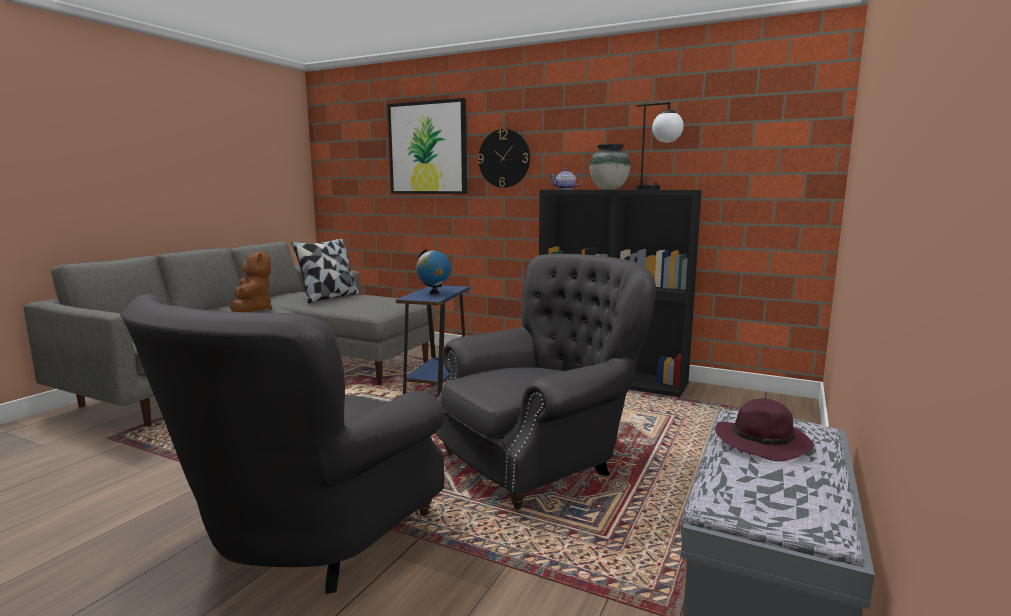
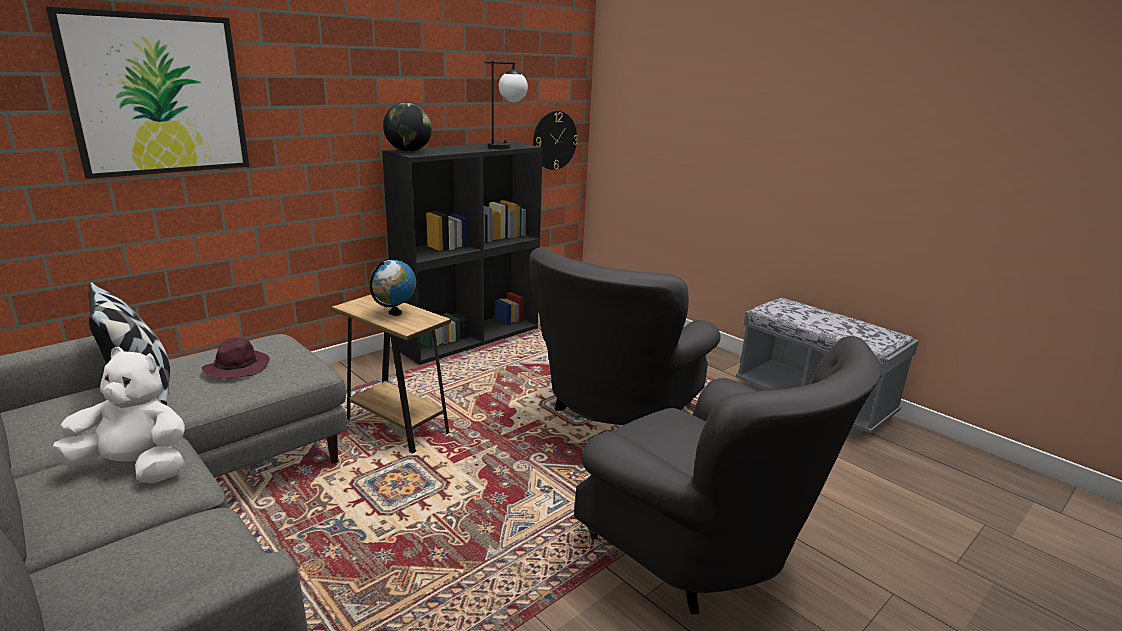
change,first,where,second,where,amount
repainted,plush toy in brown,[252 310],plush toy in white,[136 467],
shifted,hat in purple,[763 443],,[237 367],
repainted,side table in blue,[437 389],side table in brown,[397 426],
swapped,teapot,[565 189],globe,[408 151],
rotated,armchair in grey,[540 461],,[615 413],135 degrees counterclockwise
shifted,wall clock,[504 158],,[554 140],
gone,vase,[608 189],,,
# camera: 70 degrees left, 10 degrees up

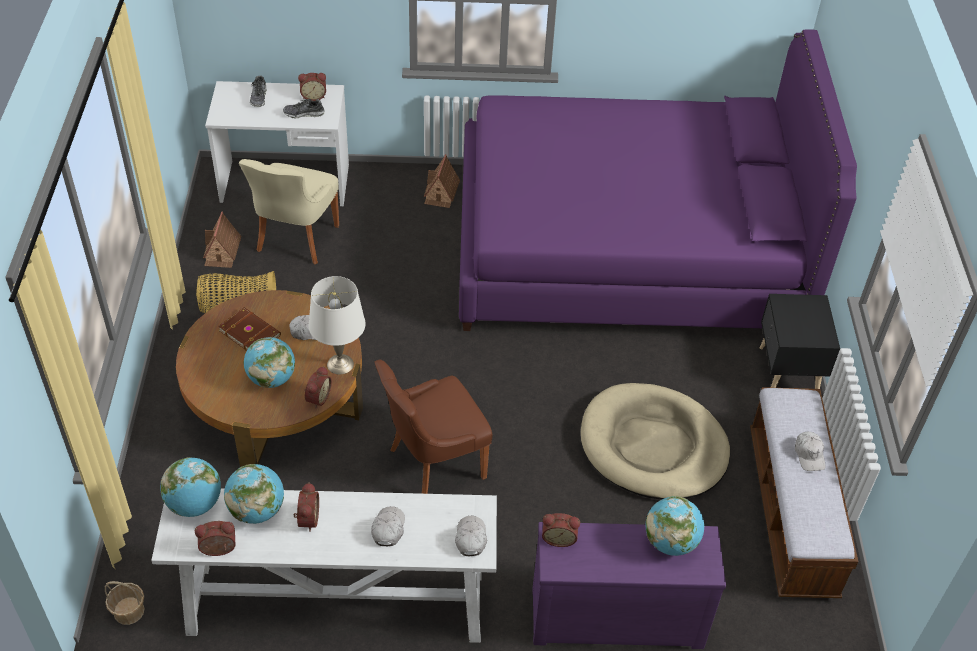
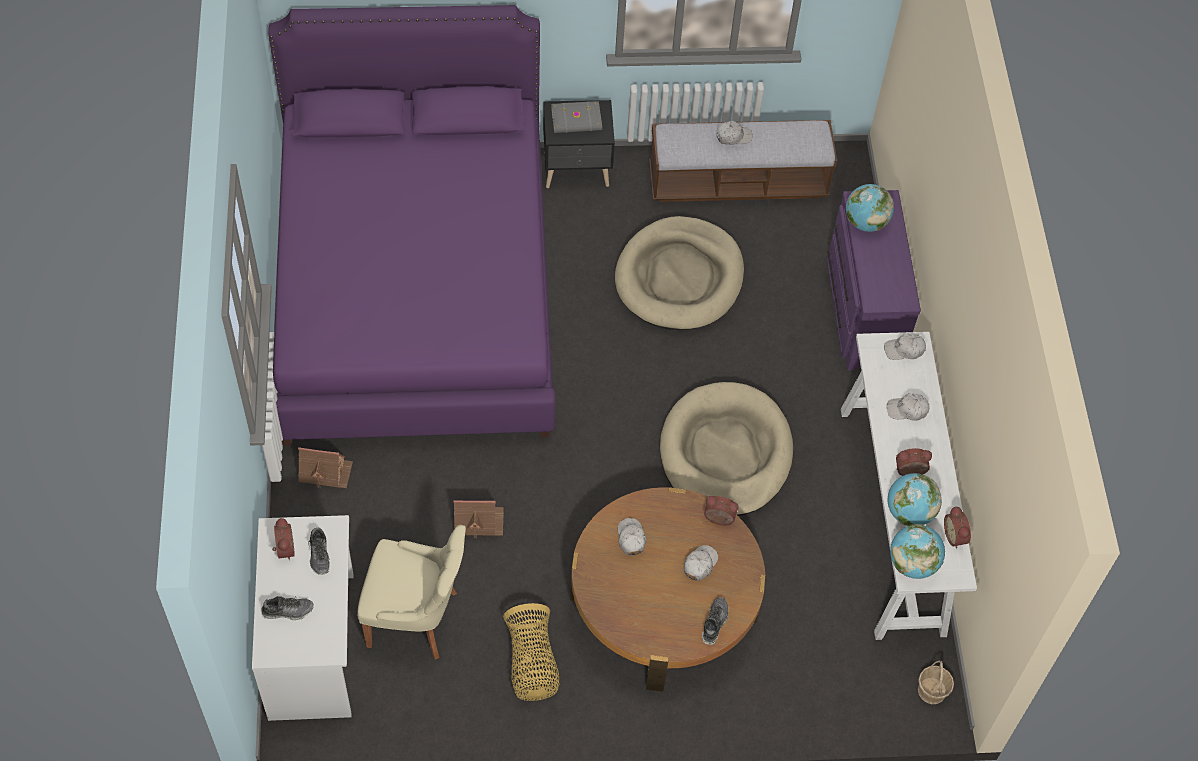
change,first,where,second,where,amount
shifted,toy house,[222 252],,[478 521],
new,,,book in grey,[577 120],
swapped,chair in brown,[433 464],dog bed in beige,[725 453],
swapped,globe,[271 379],cap in white,[699 564],
new,,,shoe,[714 622],
gone,book in brown,[250 332],,,
gone,table lamp in white,[339 364],,,
gone,alarm clock,[559 537],,,
# camera: 95 degrees left, 10 degrees up

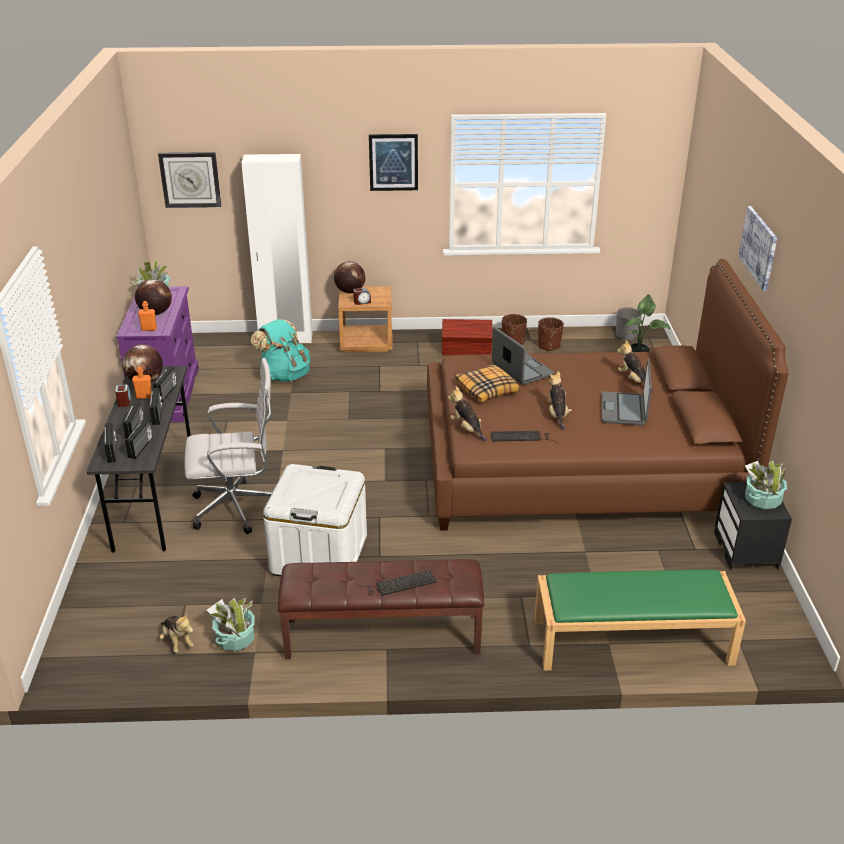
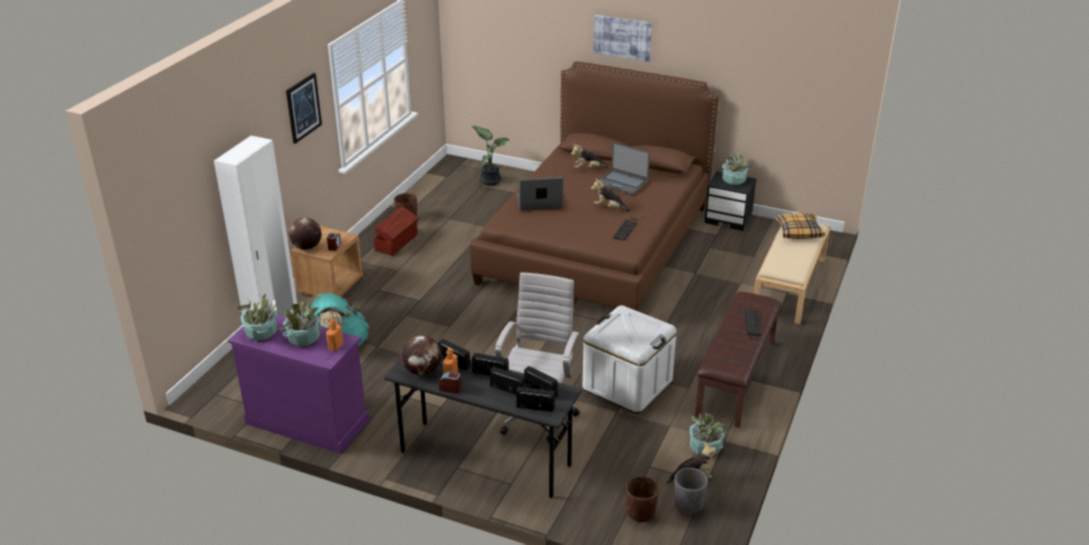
change,first,where,second,where,amount
swapped,globe,[155 313],potted plant,[304 338],
shifted,planter in brown,[549 346],,[640 512],
shifted,planter in grey,[626 335],,[688 503],
repainted,bench in green,[631 642],bench in beige,[789 285],
shifted,pillow,[487 389],,[798 231],
gone,wall clock,[190 179],,,
gone,plush toy,[467 429],,,
# camera: 65 degrees left, 0 degrees up

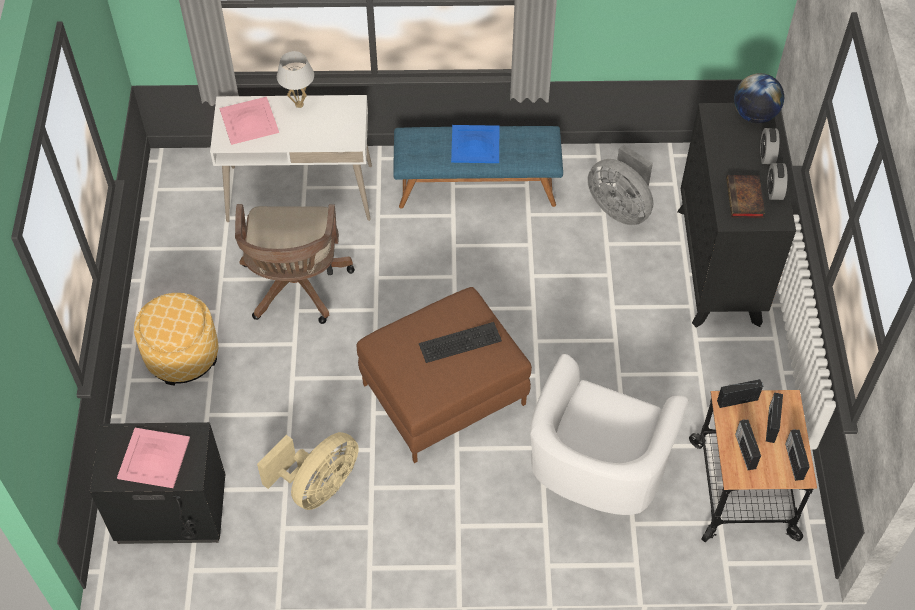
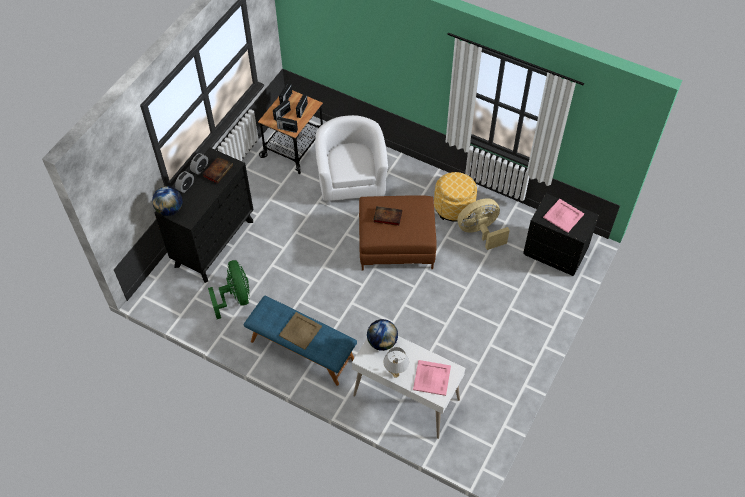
change,first,where,second,where,amount
repainted,fan in grey,[620 208],fan in green,[235 298],
repainted,tray in blue,[475 144],tray in beige,[300 331],
rotated,armchair in white,[595 473],,[351 181],60 degrees counterclockwise
new,,,globe,[382 342],
swapped,keyboard,[460 341],book,[387 217],
shifted,ottoman,[182 355],,[454 207],
gone,office chair in brown,[295 288],,,
# camera: 150 degrees left, 0 degrees up

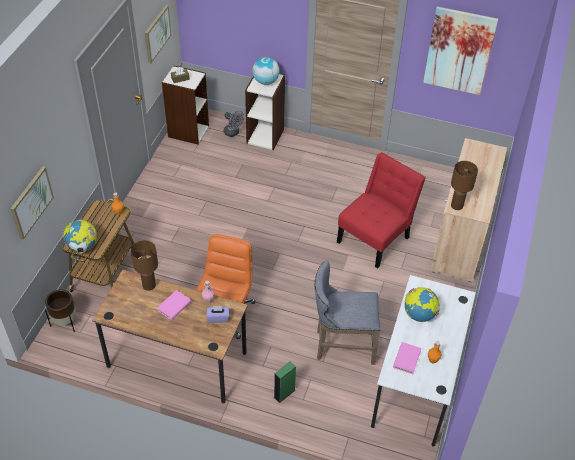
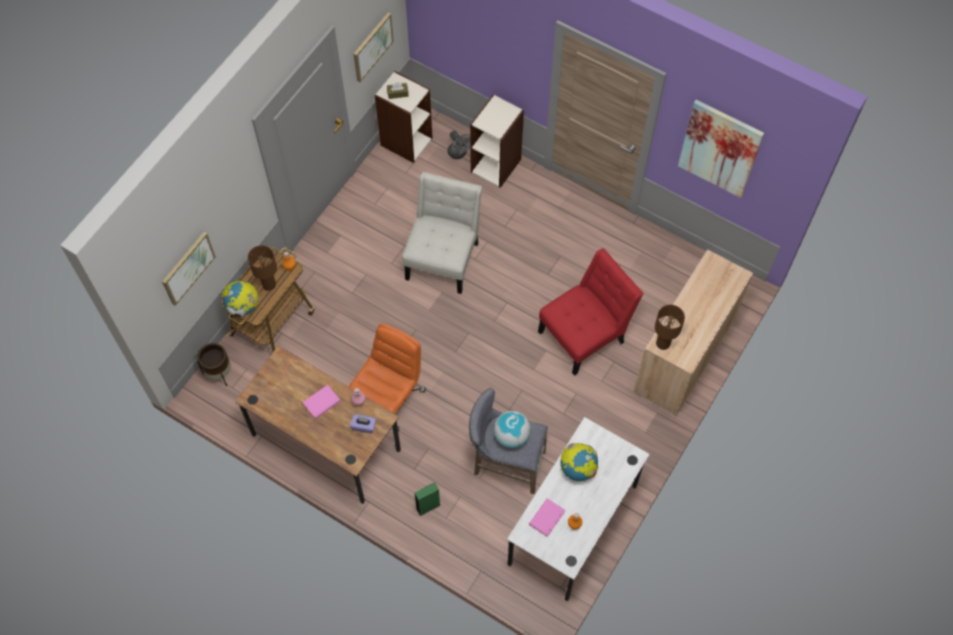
change,first,where,second,where,amount
shifted,table lamp in brown,[149 285],,[269 285],
new,,,chair in white,[443 257],
shifted,globe,[265 81],,[511 436],
# camera: 15 degrees right, 15 degrees up

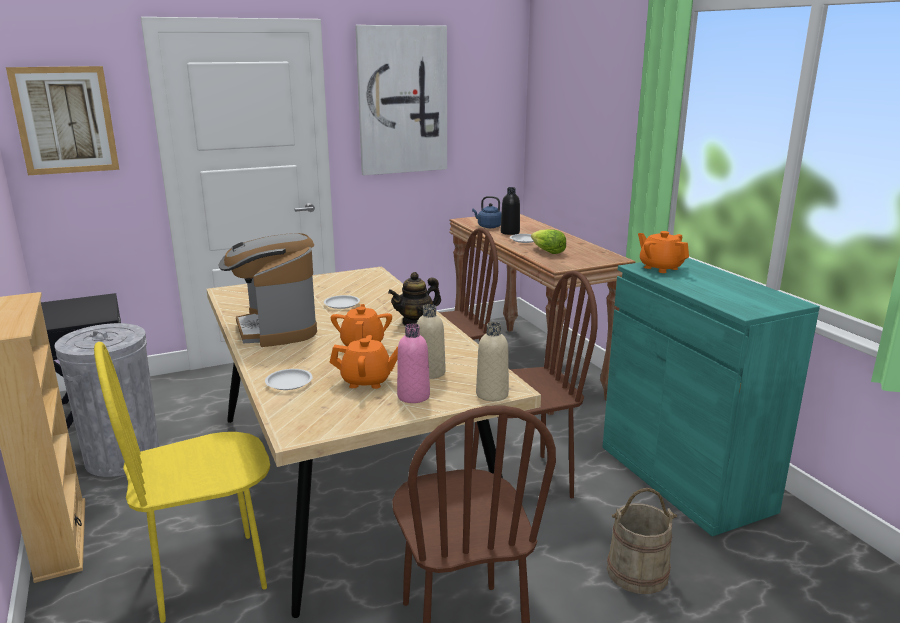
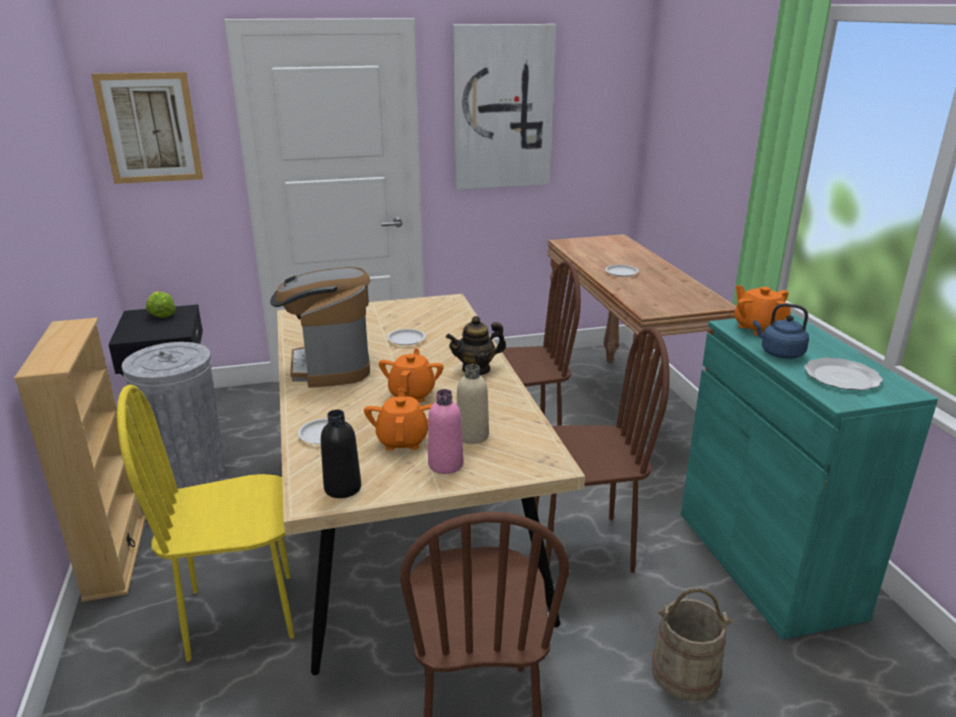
change,first,where,second,where,amount
shifted,lettuce,[547 252],,[161 314],
shifted,bottle in black,[510 232],,[342 488],
rotated,teapot in orange,[367 381],,[402 440],105 degrees counterclockwise
shifted,kettle in blue,[488 226],,[779 353],
new,,,plate,[841 377],
gone,bottle in beige,[492 394],,,
# camera: 10 degrees right, 5 degrees up

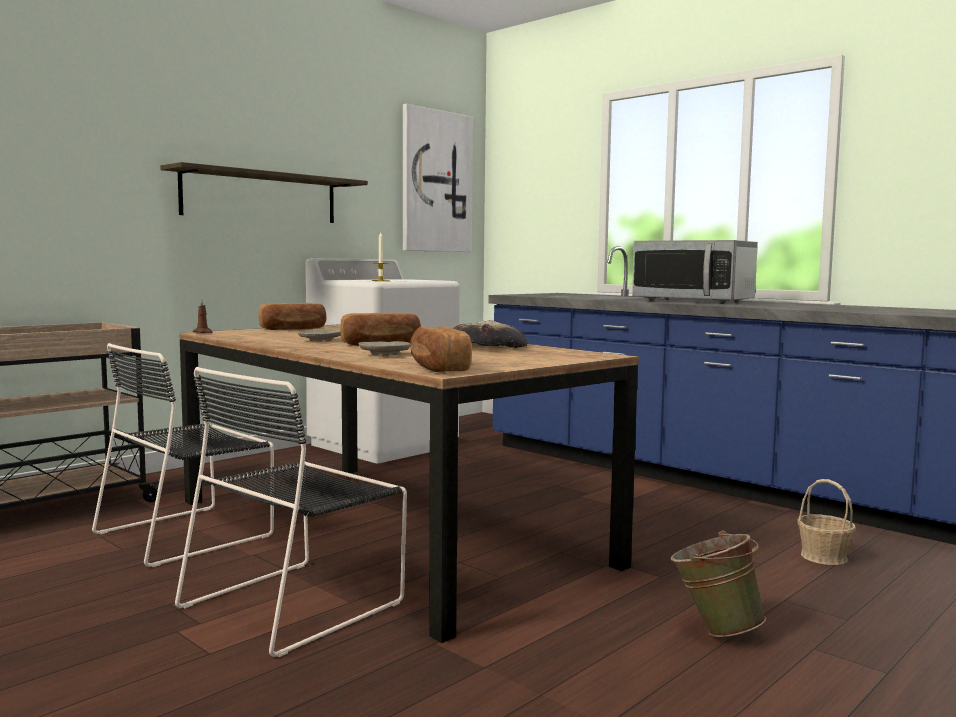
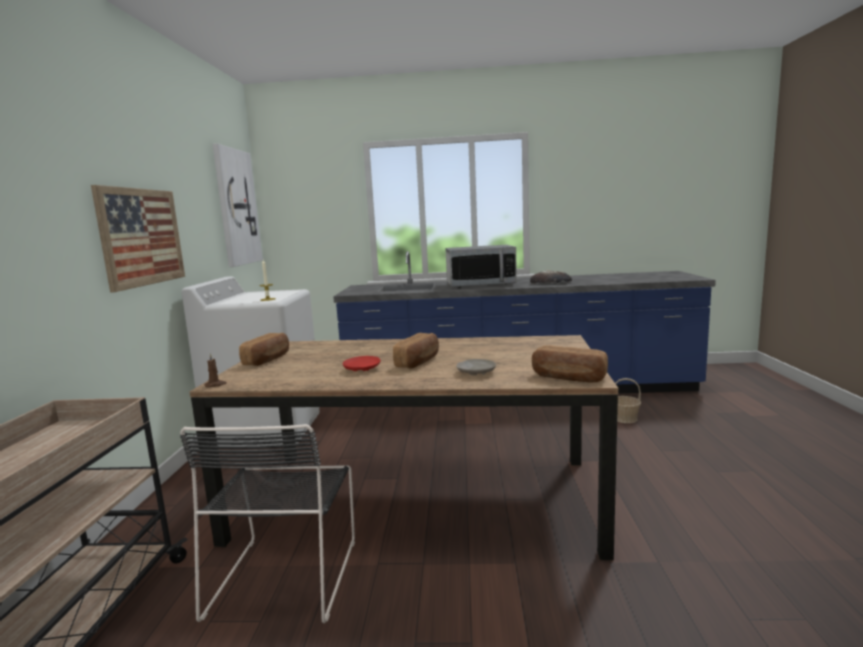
change,first,where,second,where,amount
swapped,shelf,[261 197],picture,[142 237],
repainted,plate in beige,[320 341],plate in red,[362 369],
shifted,bread,[484 346],,[551 283],
gone,chair in black,[298 602],,,
gone,bucket in green,[714 630],,,
# camera: 40 degrees left, 5 degrees up

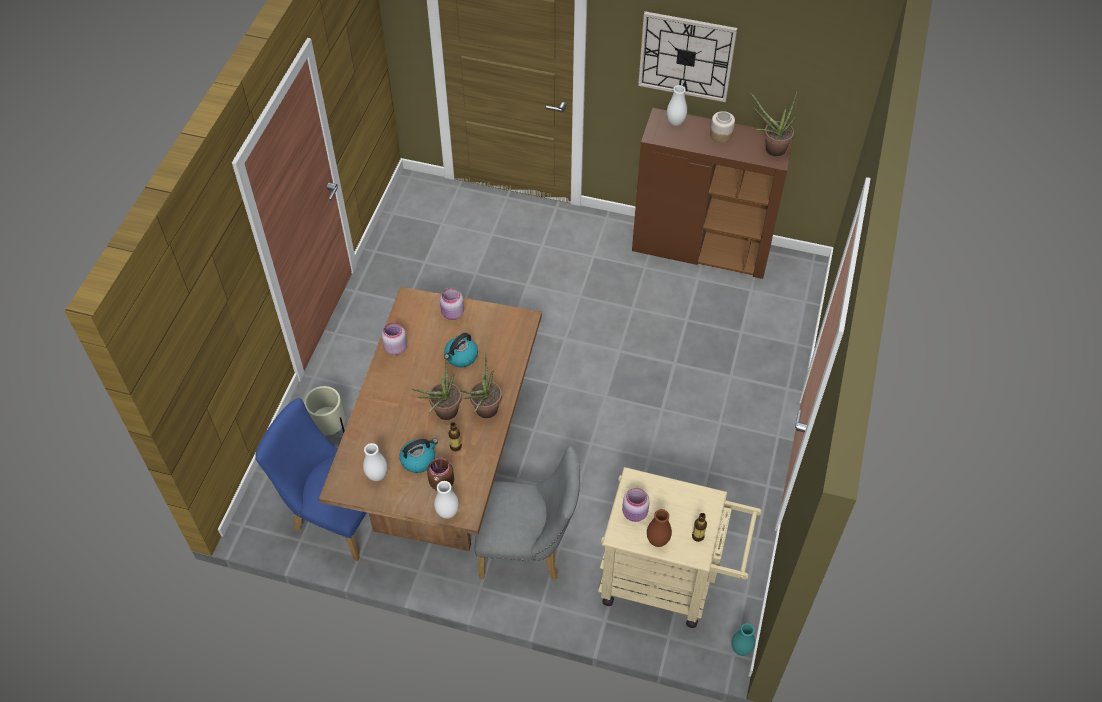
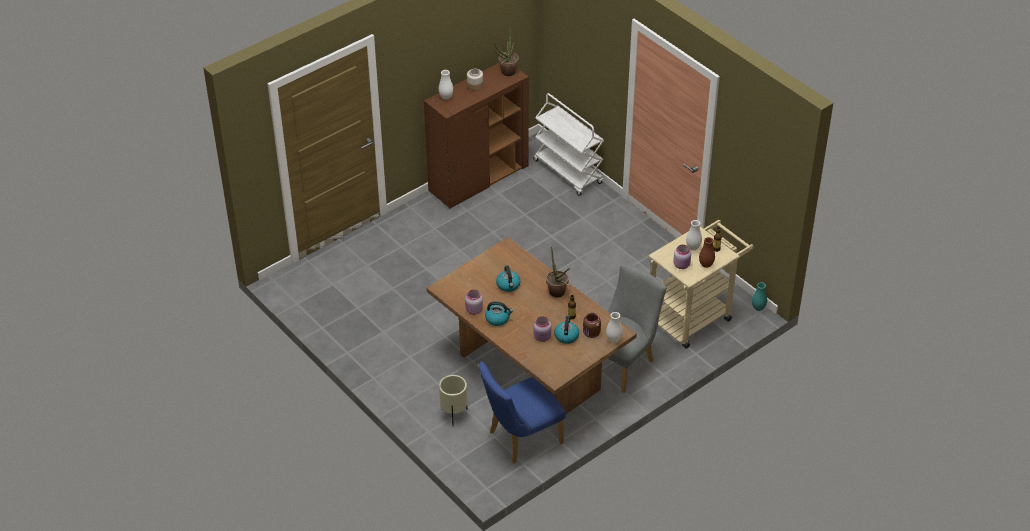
change,first,where,second,where,amount
new,,,kettle,[497 319],
new,,,cart in white,[568 172],
shifted,jar in pink,[452 314],,[542 337],
shifted,vase in white,[377 475],,[693 248],
gone,potted plant,[443 414],,,
gone,wall clock,[686 56],,,
# camera: 55 degrees left, 10 degrees down

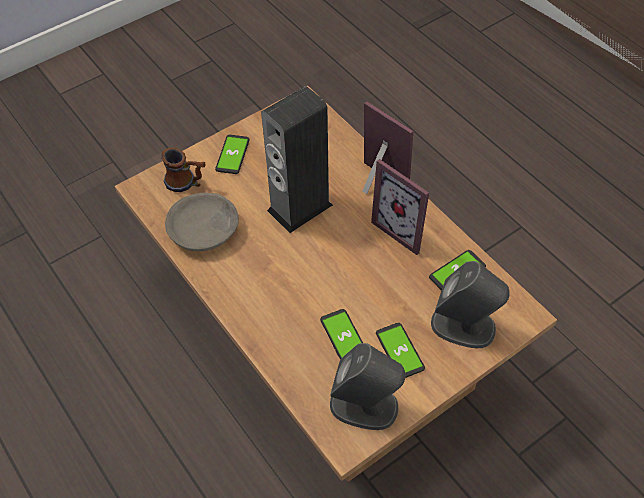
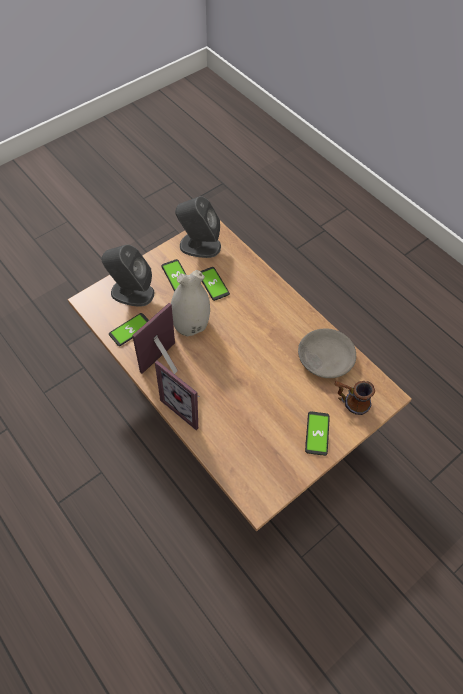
change,first,where,second,where,amount
rotated,picture frame,[405 228],,[166 364],90 degrees counterclockwise
new,,,vase in white,[191 324],
gone,speaker,[300 207],,,
# camera: 175 degrees right, 5 degrees up

